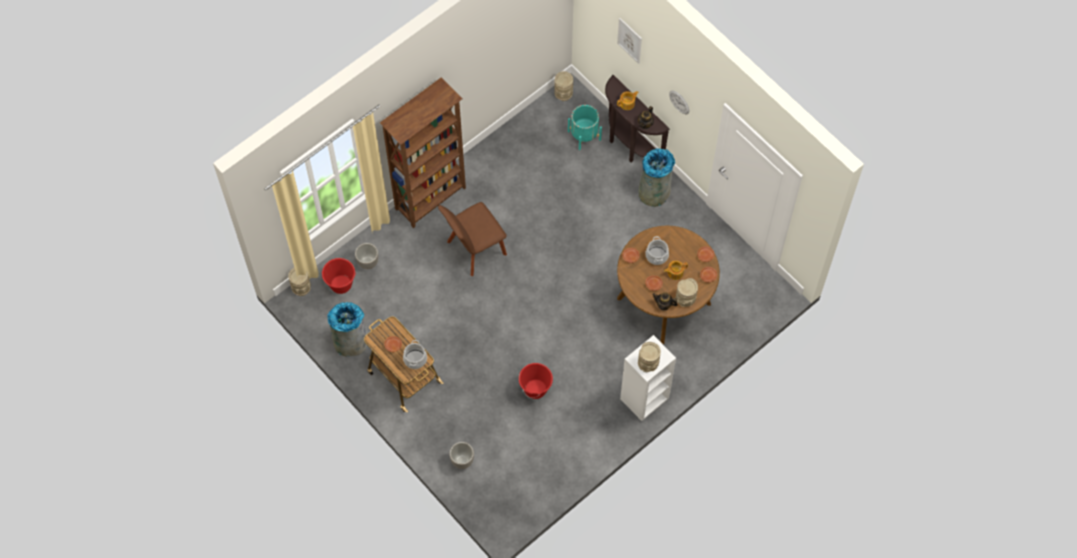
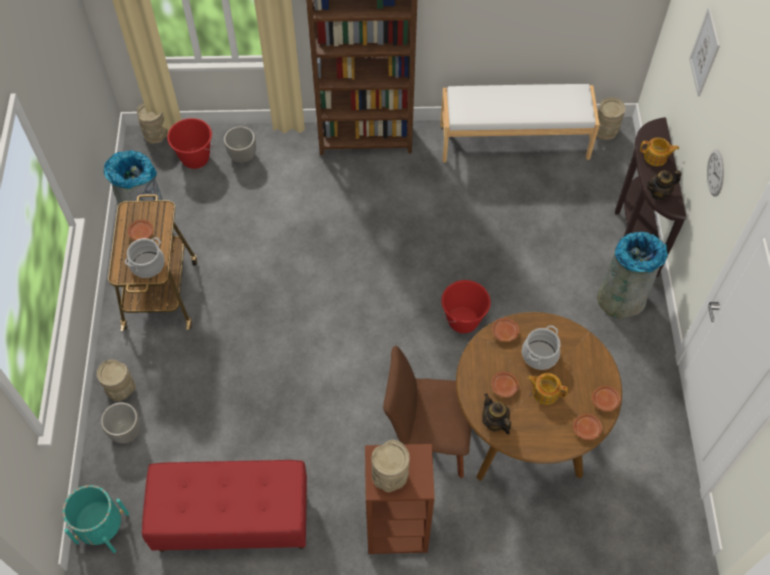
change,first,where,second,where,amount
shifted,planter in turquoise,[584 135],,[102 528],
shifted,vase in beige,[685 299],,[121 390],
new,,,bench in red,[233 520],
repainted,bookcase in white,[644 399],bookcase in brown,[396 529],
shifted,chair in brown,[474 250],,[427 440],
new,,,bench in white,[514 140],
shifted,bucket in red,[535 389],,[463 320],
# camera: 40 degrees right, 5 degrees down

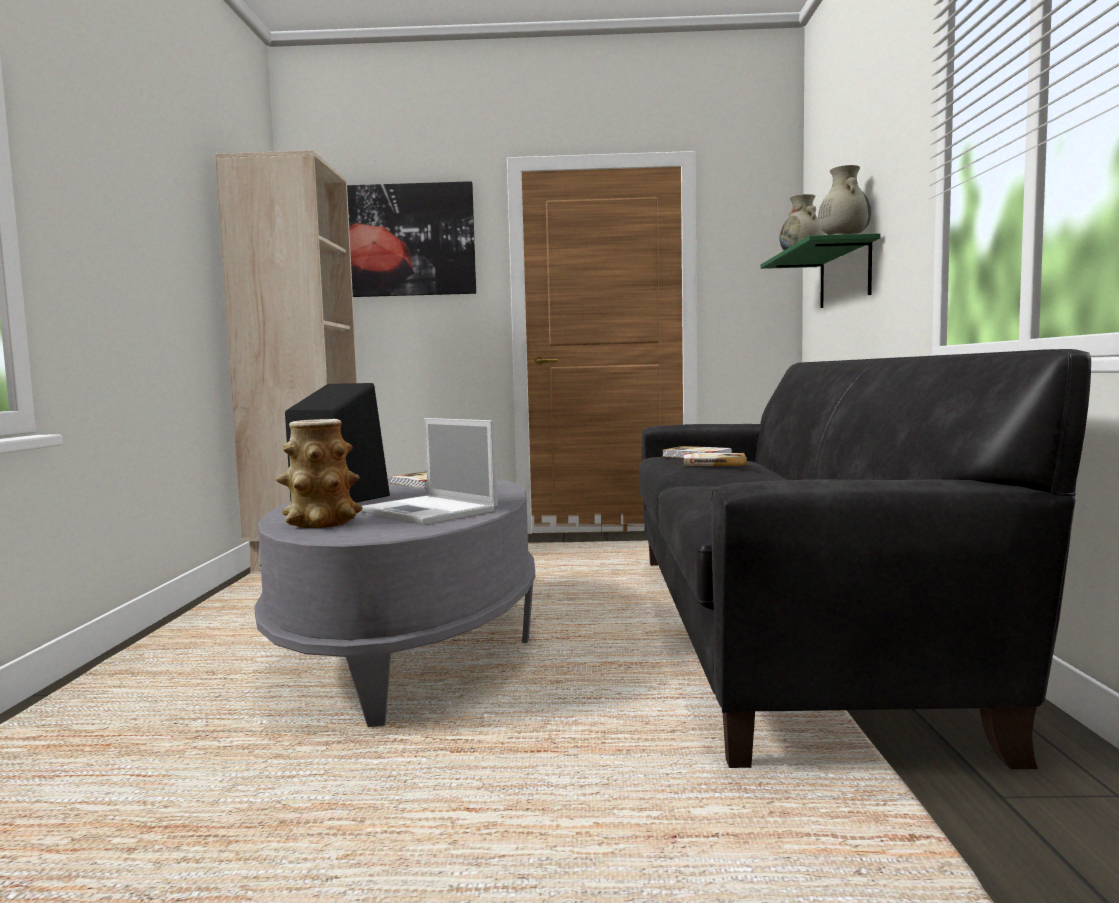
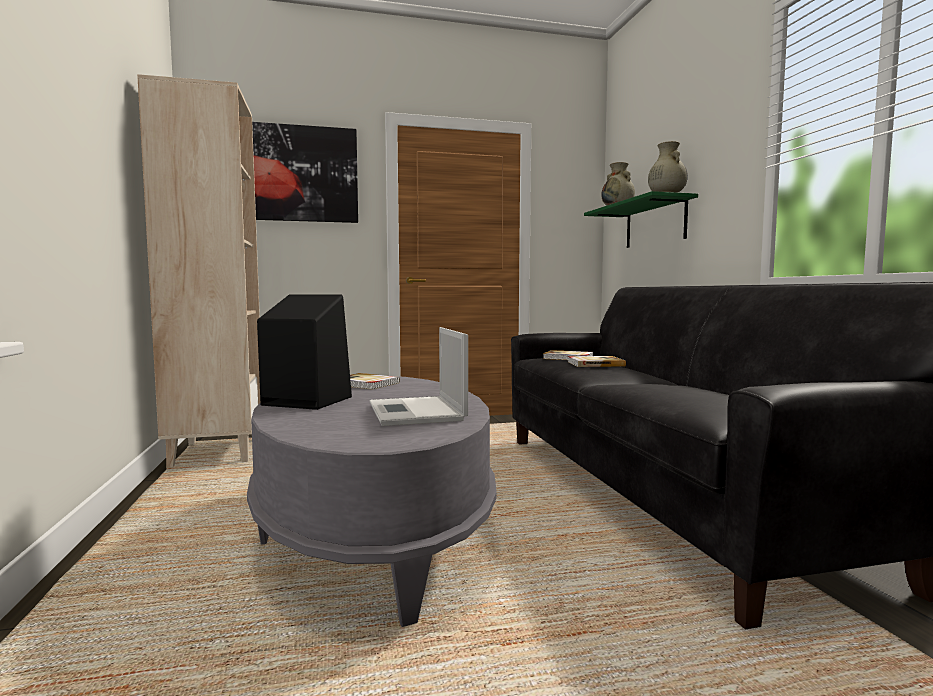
change,first,where,second,where,amount
rotated,laptop,[430 511],,[416 412],45 degrees clockwise
gone,vase,[321 523],,,
# camera: 15 degrees left, 0 degrees up

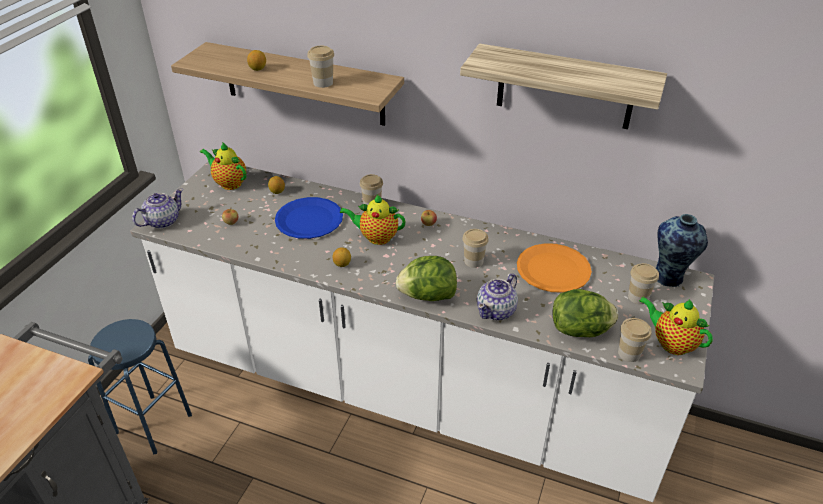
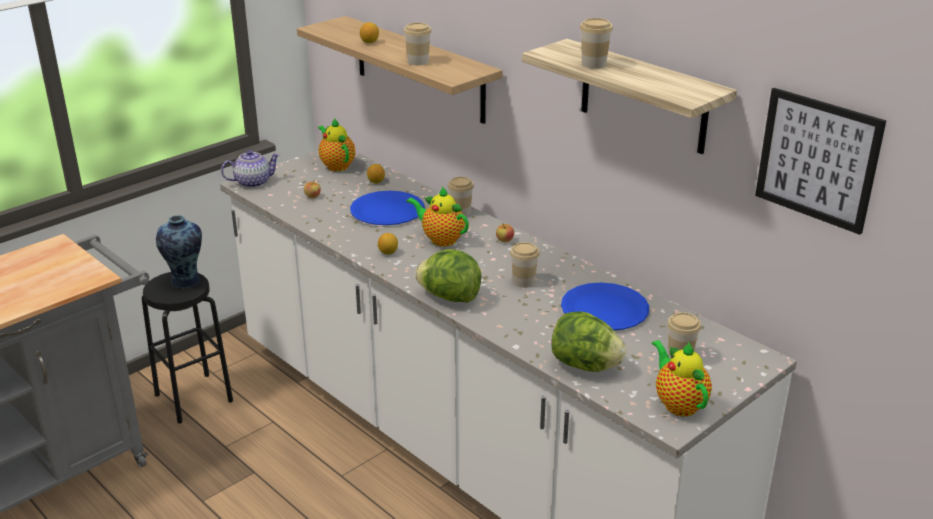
change,first,where,second,where,amount
repainted,stool in blue,[154 423],stool in black,[194 398],
shifted,vase,[669 278],,[185 282],
repainted,plate in orange,[553 269],plate in blue,[605 309],
shifted,cup,[629 353],,[594 64],
new,,,picture,[817 159],
gone,teapot,[496 311],,,
# camera: 25 degrees right, 10 degrees down

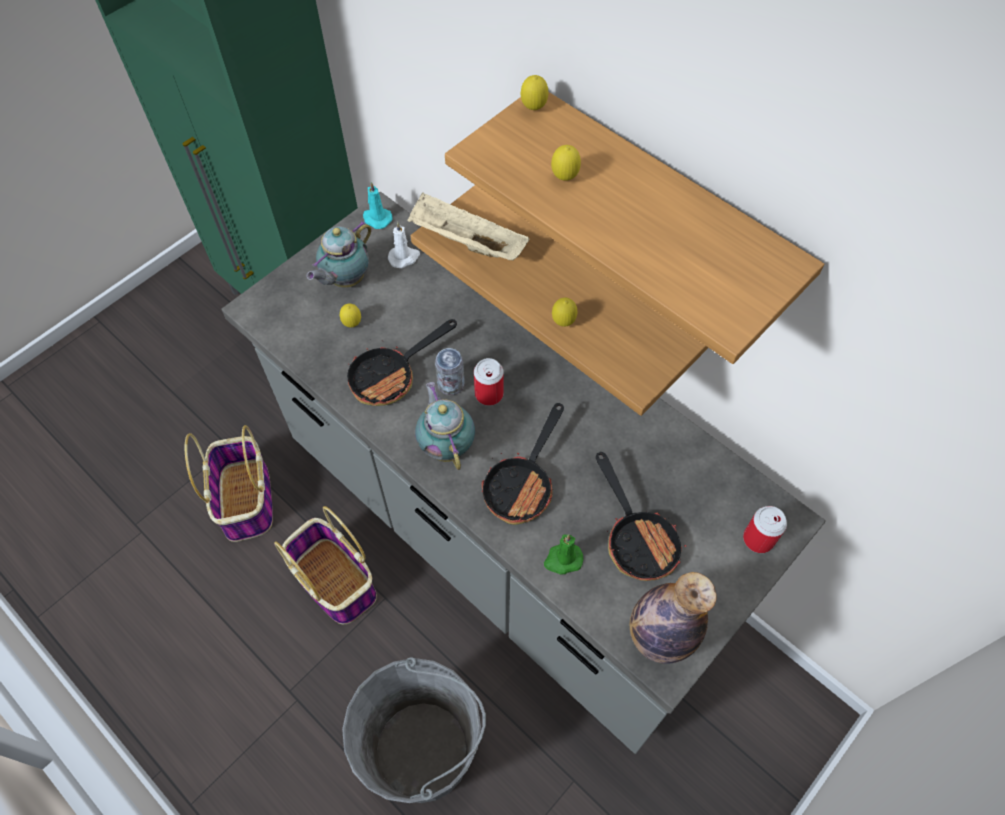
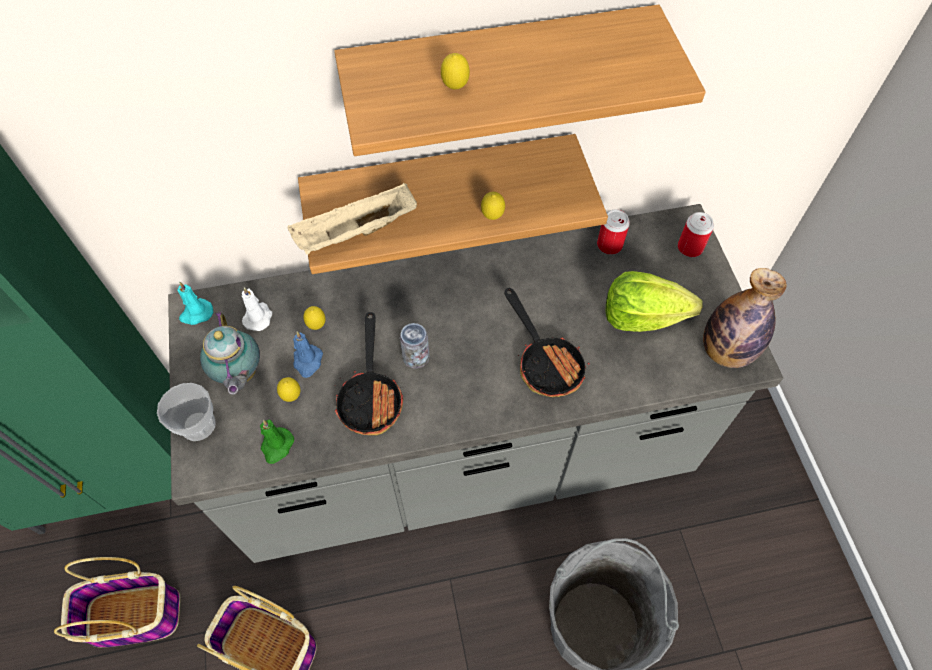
change,first,where,second,where,amount
shifted,basket,[334 581],,[133 617],
new,,,cup,[198 425],
shifted,candle in green,[562 559],,[277 446],
new,,,candle in blue,[308 362],
shifted,lemon,[533 109],,[317 326],
shifted,can,[489 394],,[609 245],
swapped,frying pan,[637 538],lettuce,[642 316],
gone,teapot,[446 445],,,
# camera: 55 degrees left, 0 degrees up

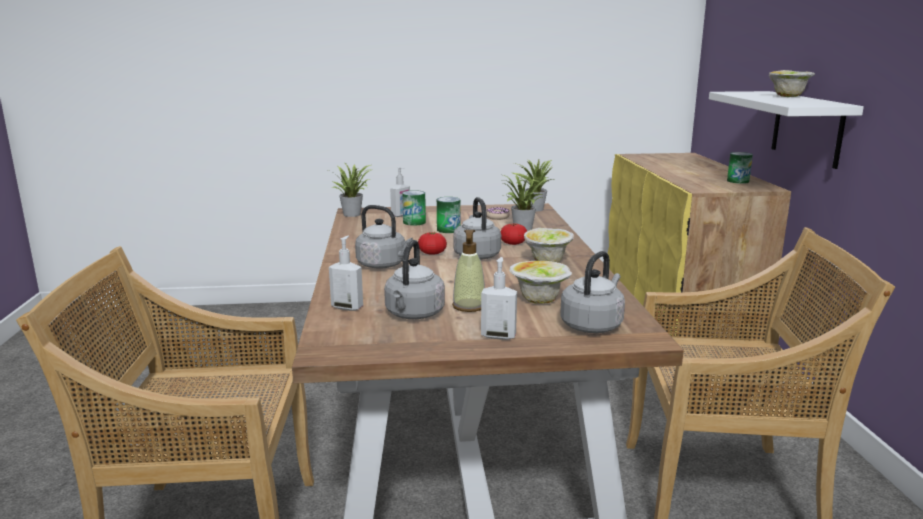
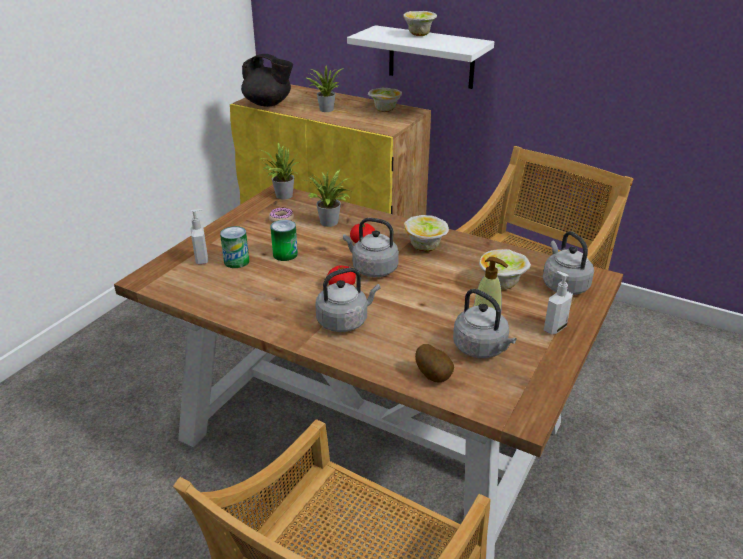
change,first,where,second,where,amount
new,,,teapot in black,[268 104],
shifted,potted plant,[353 214],,[325 109],
swapped,can,[738 181],bowl,[384 110],
swapped,soap dispenser,[347 307],potato,[434 376],
# camera: 55 degrees left, 15 degrees up

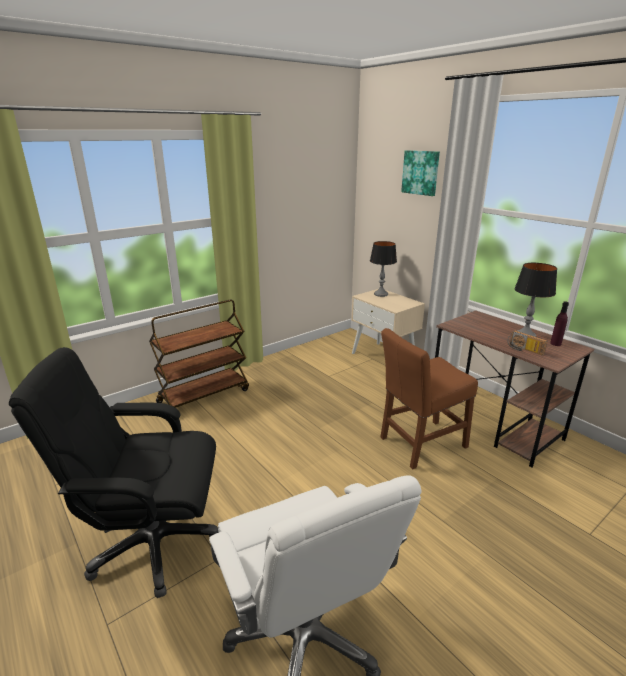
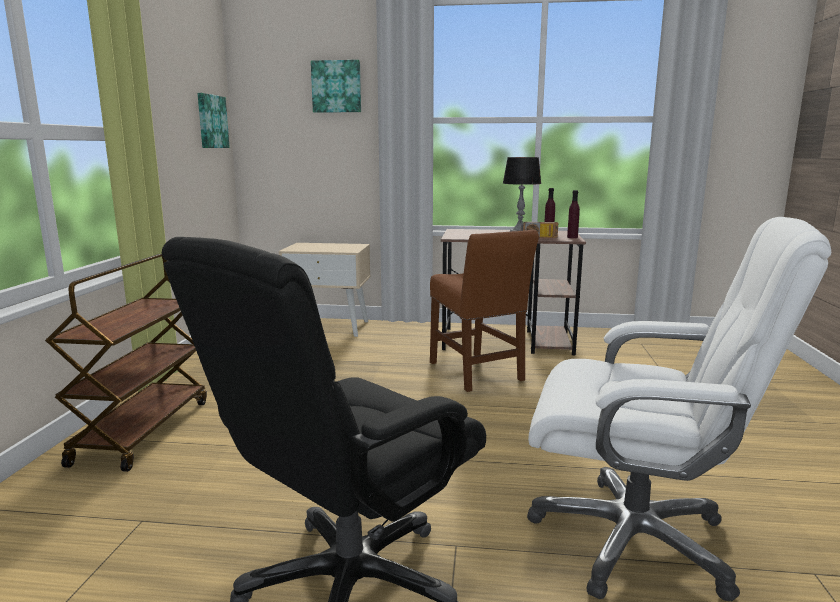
change,first,where,second,where,amount
new,,,picture,[211 121],
rotated,chair in brown,[420 444],,[477 373],45 degrees counterclockwise
new,,,bottle in purple,[572 237],
gone,table lamp,[380 294],,,
# camera: 45 degrees left, 10 degrees down

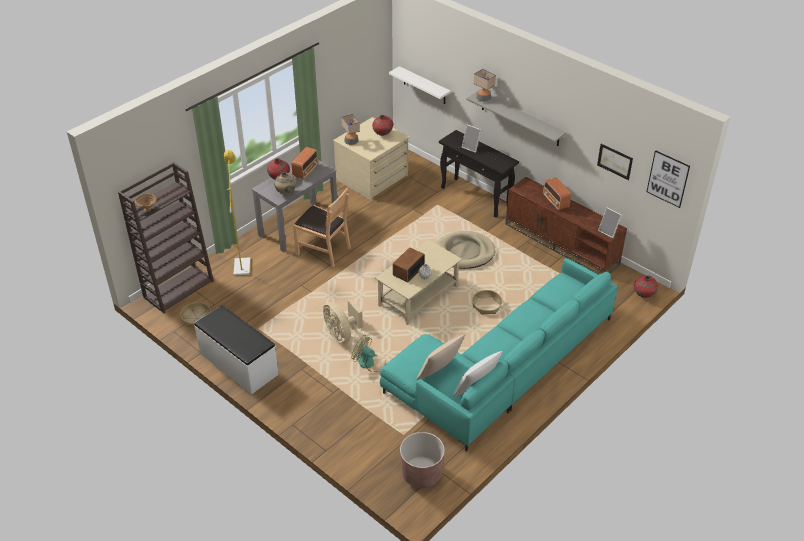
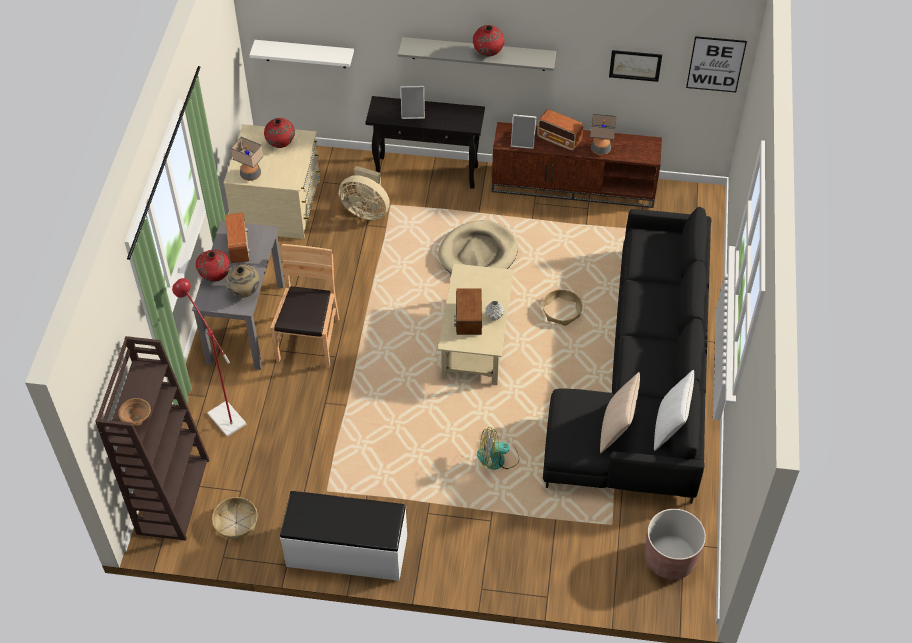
change,first,where,second,where,amount
repainted,floor lamp in yellow,[242 263],floor lamp in red,[222 414],
rotated,chair in brown,[323 250],,[309 340],75 degrees counterclockwise
shifted,fan in beige,[342 335],,[366 210],
shifted,vase in red,[643 295],,[488 54],
shifted,picture frame,[609 231],,[523 142],
repainted,sofa in turquoise,[501 368],sofa in black,[642 381],
shifted,table lamp,[483 99],,[600 149],
# camera: 35 degrees left, 10 degrees up

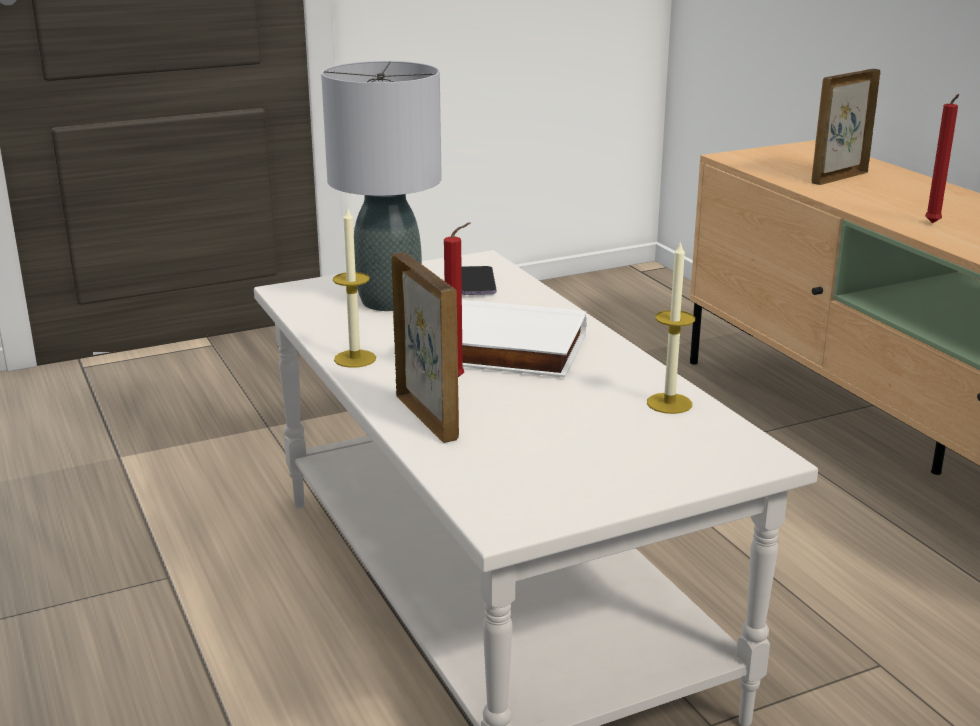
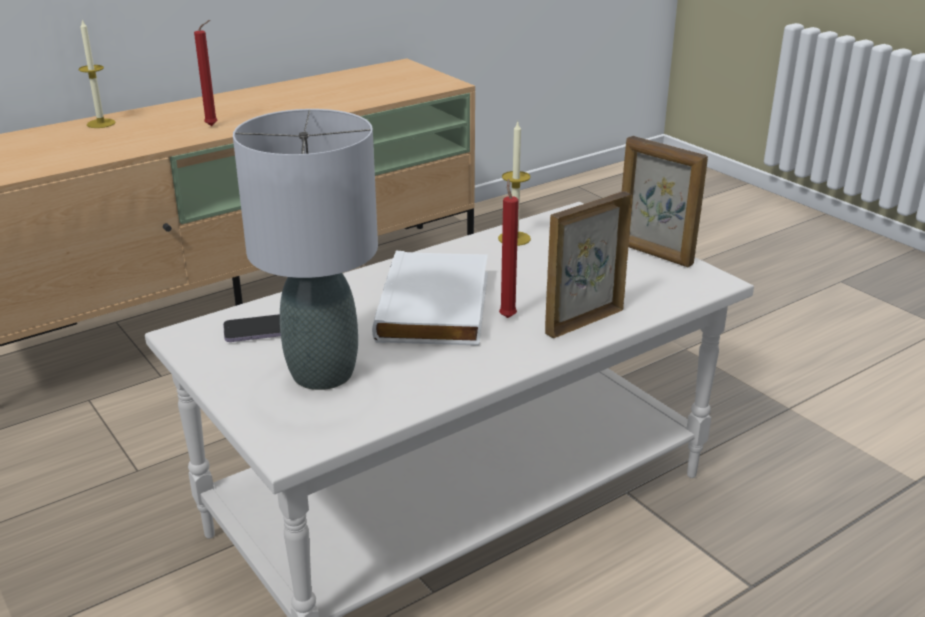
change,first,where,second,where,amount
shifted,candle,[355 359],,[101 123],
shifted,picture frame,[838 178],,[653 254],
# camera: 100 degrees left, 5 degrees up

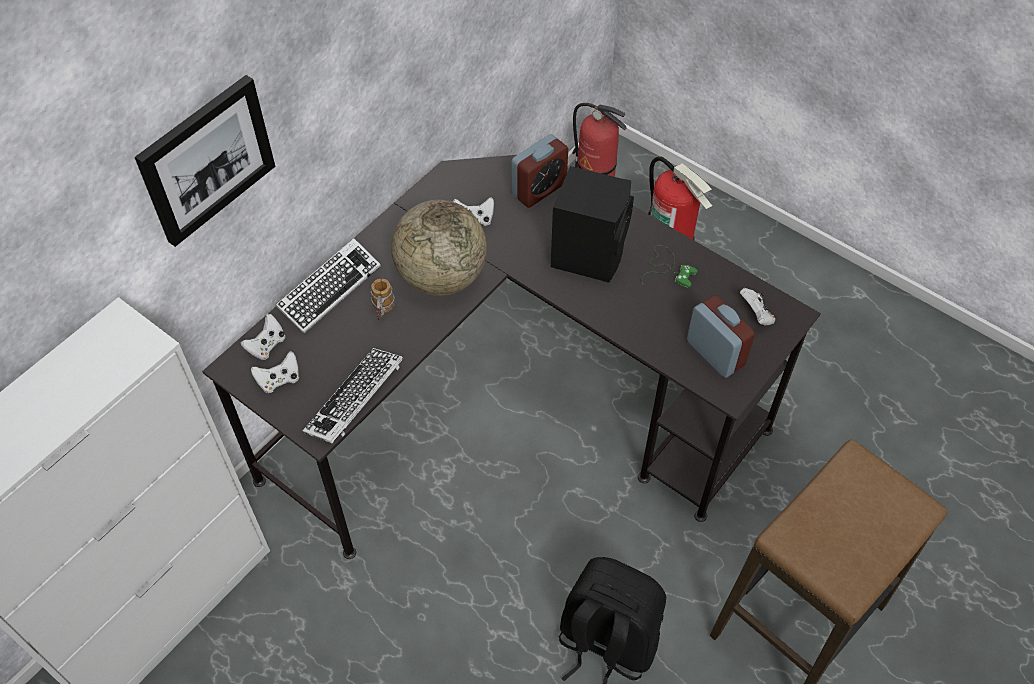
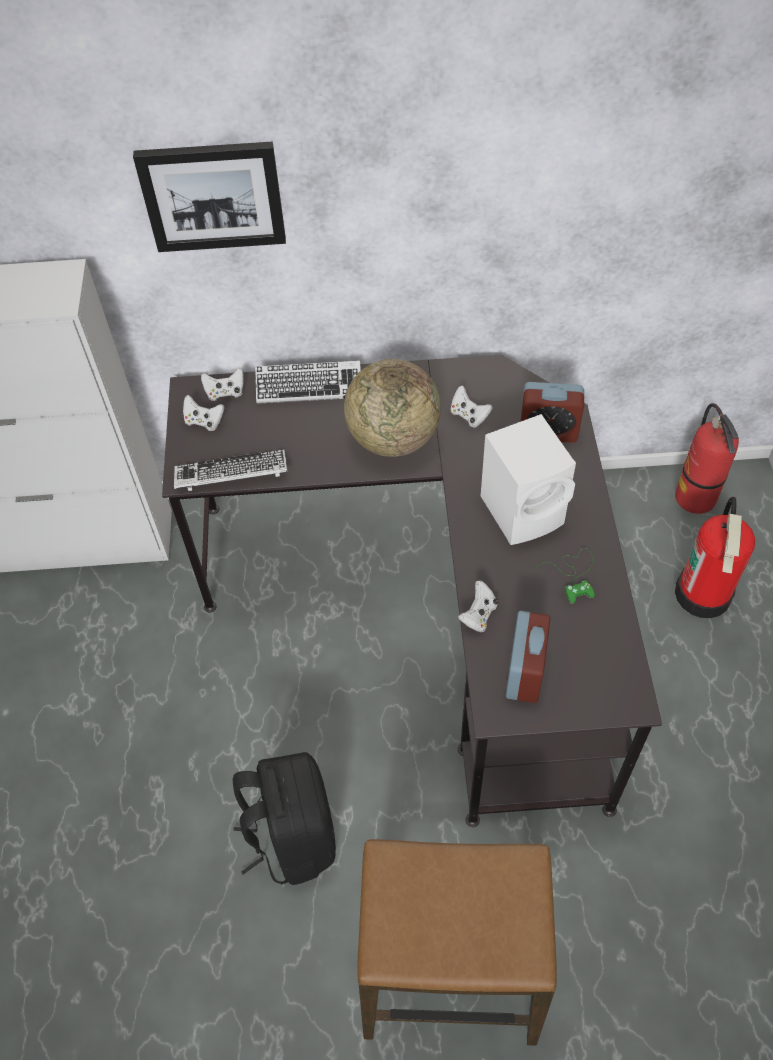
change,first,where,second,where,amount
shifted,game controller in white,[756 315],,[478 615],
repainted,speaker in black,[589 253],speaker in white,[525 510],
gone,mug,[383 312],,,
# camera: 50 degrees right, 0 degrees up

